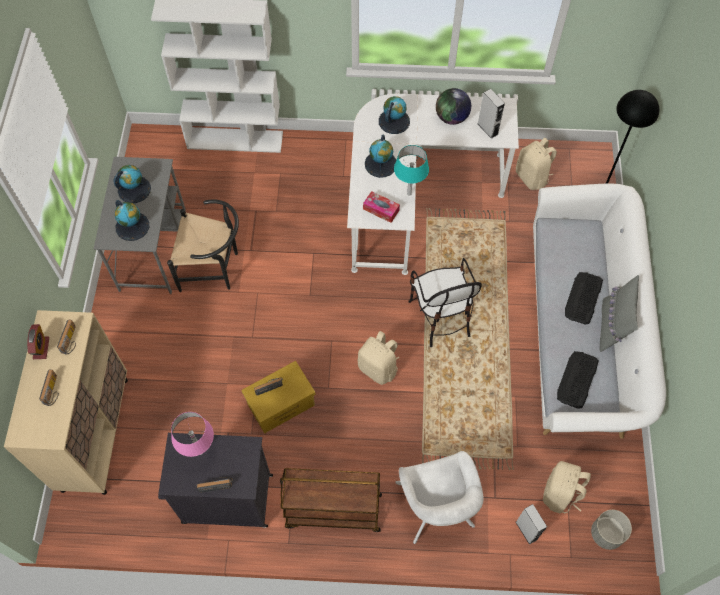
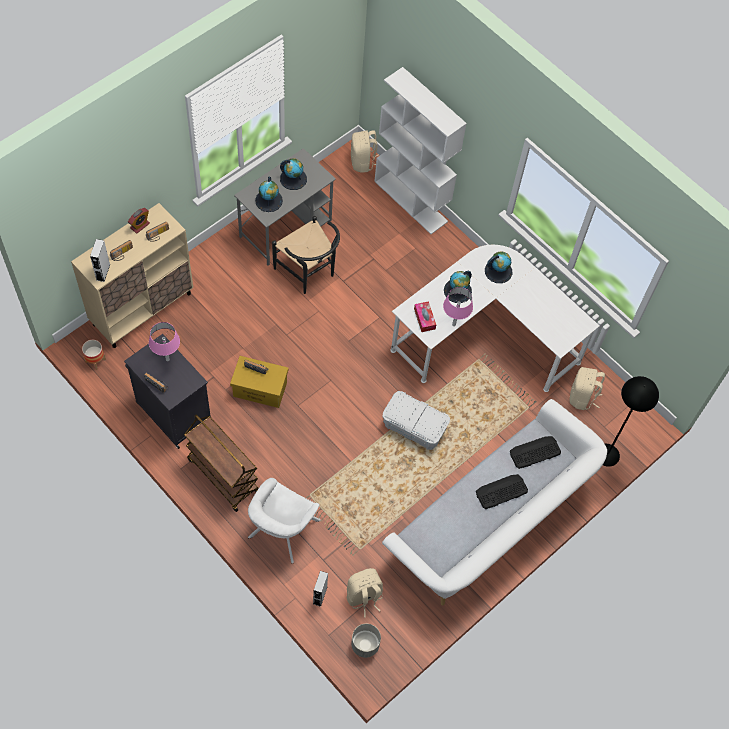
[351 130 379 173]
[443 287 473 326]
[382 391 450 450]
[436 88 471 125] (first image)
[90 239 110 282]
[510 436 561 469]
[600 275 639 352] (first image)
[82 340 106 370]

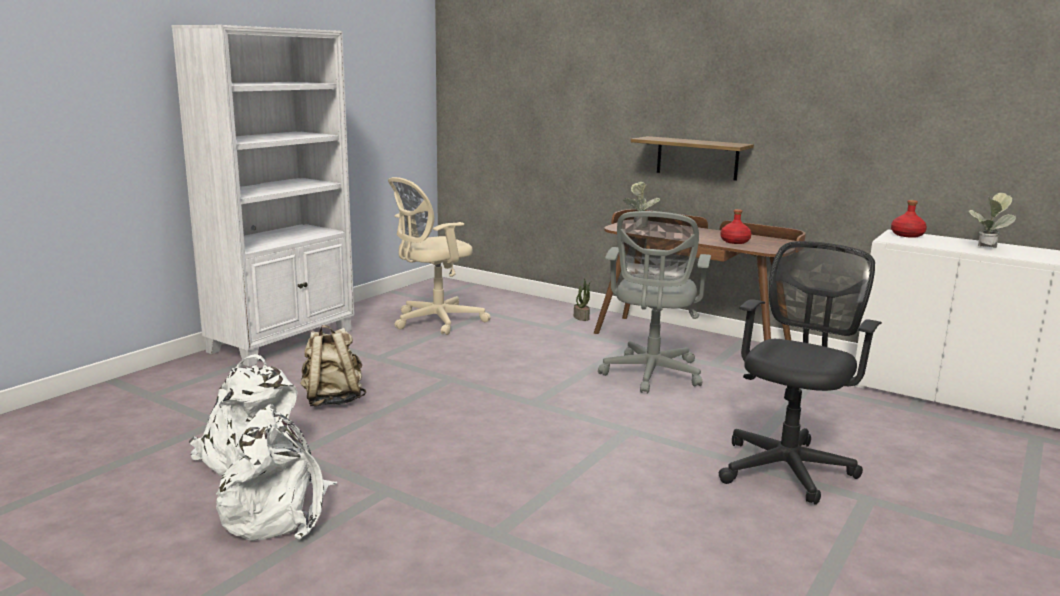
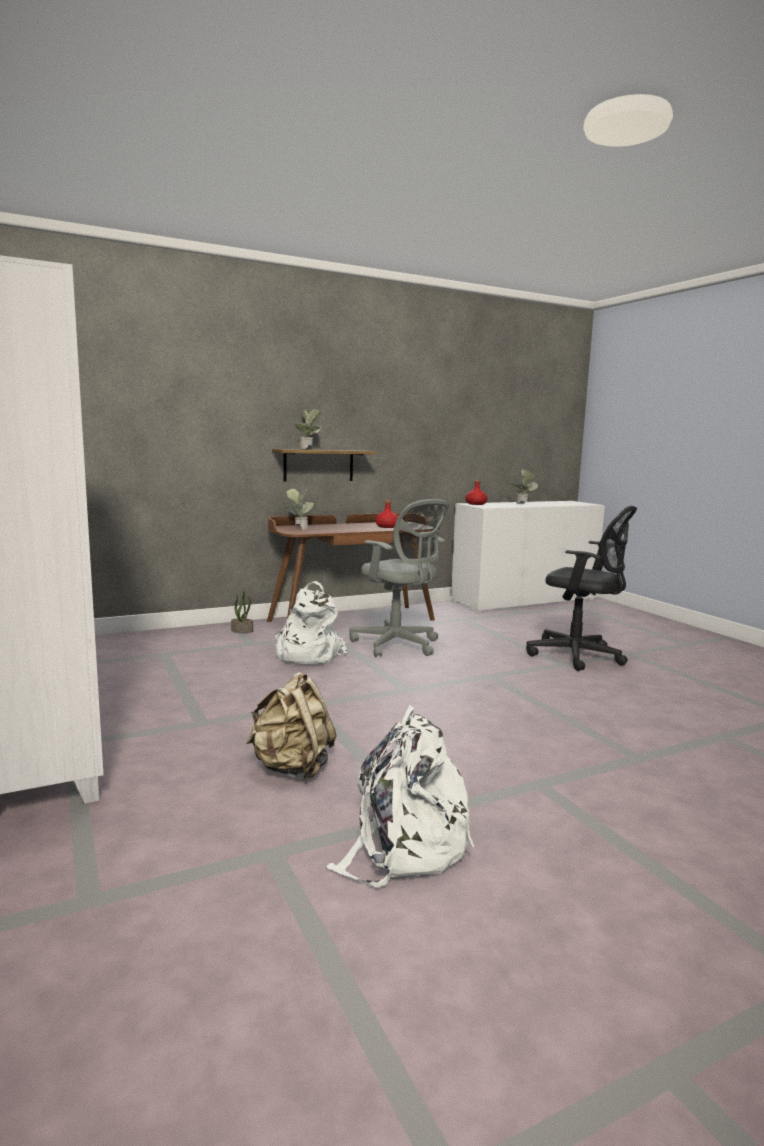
[274 581 347 665]
[388 177 491 335] (first image)
[526 506 637 671]
[295 408 321 449]

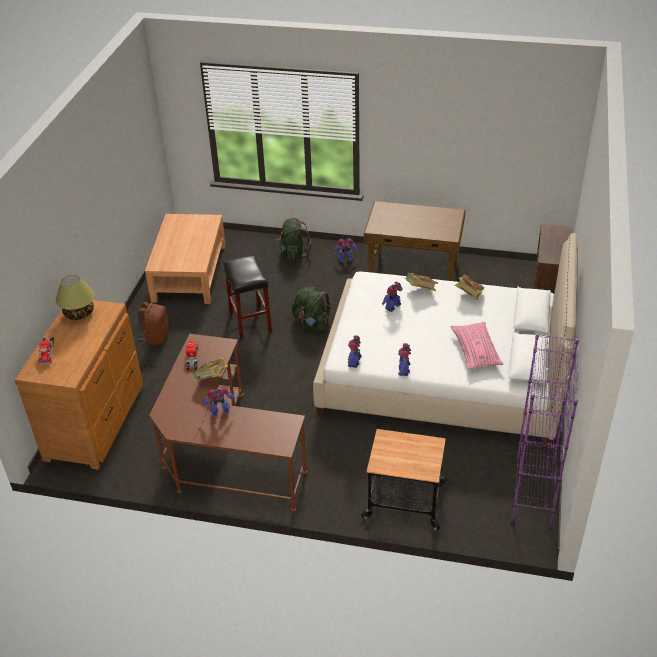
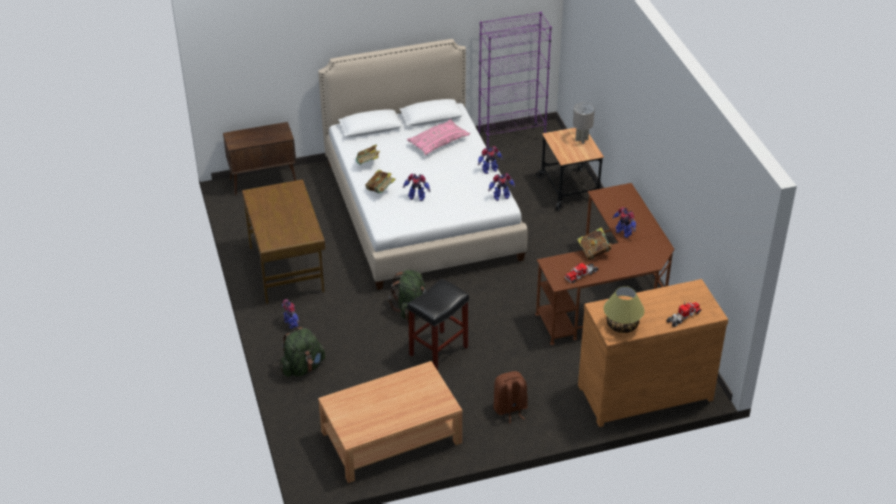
[573 103 595 144]

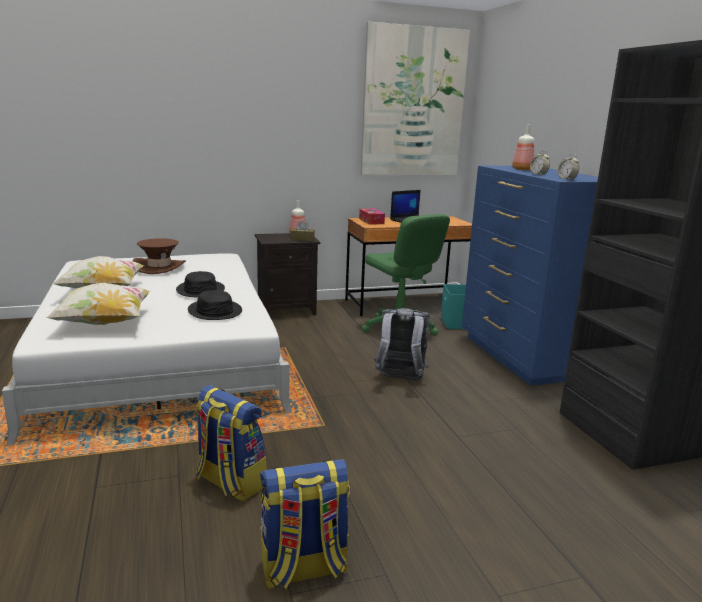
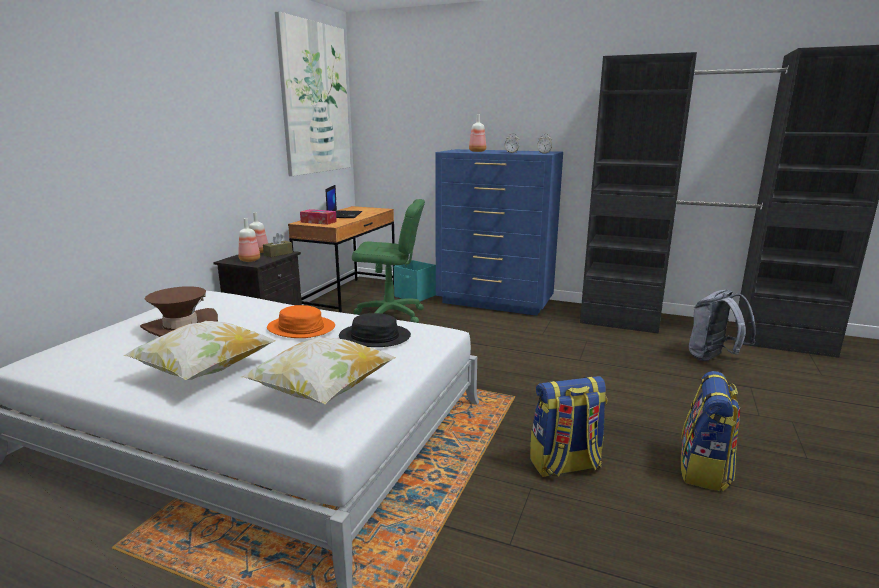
[267 305 335 338]
[689 290 756 361]
[238 218 260 262]

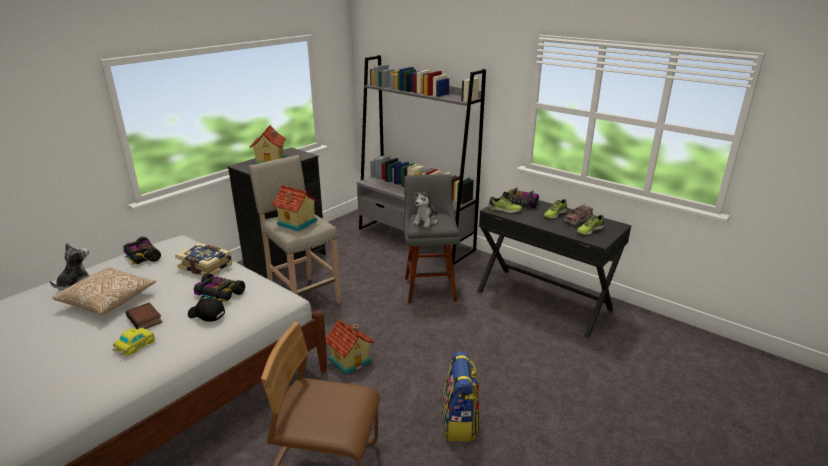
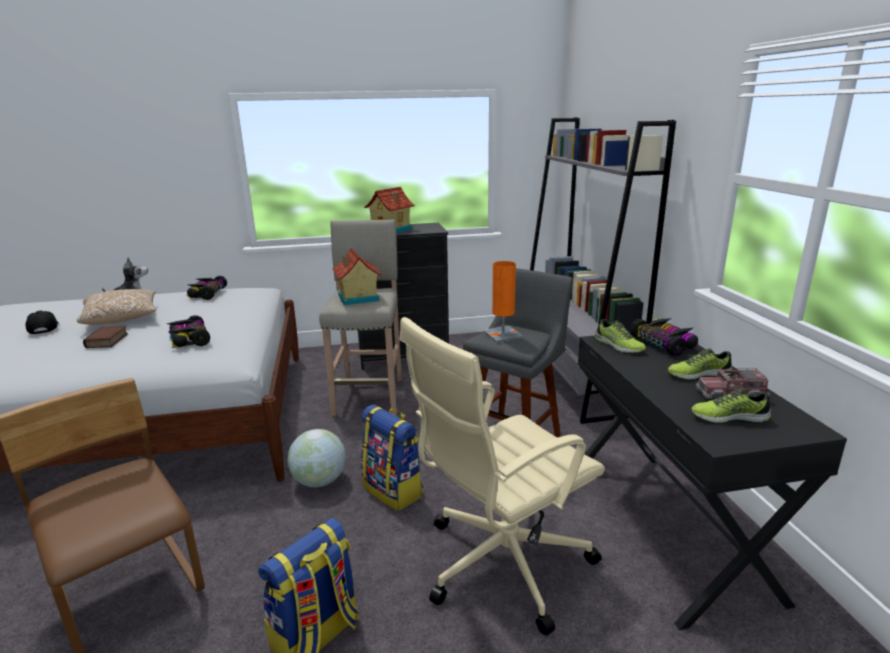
[112 328 156 357] (first image)
[175 243 233 276] (first image)
[26 311 59 334]
[288 429 346 487]
[484 261 523 342]
[361 405 423 511]
[399 317 605 636]

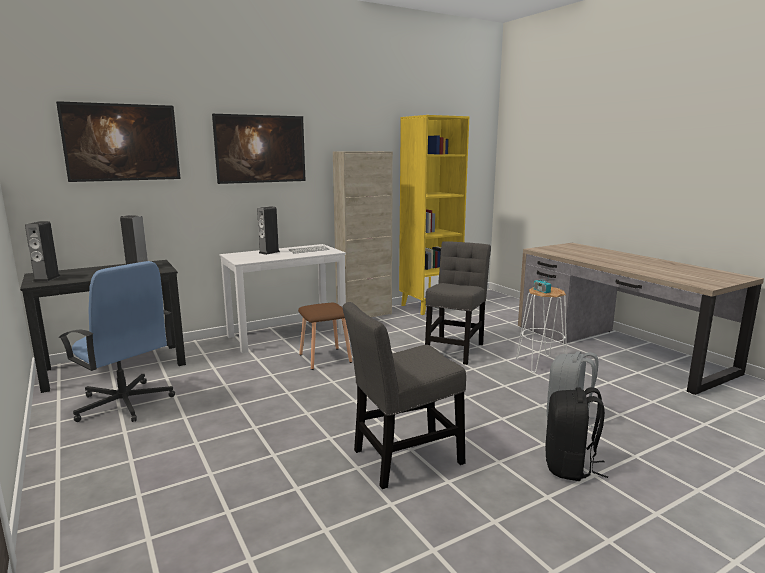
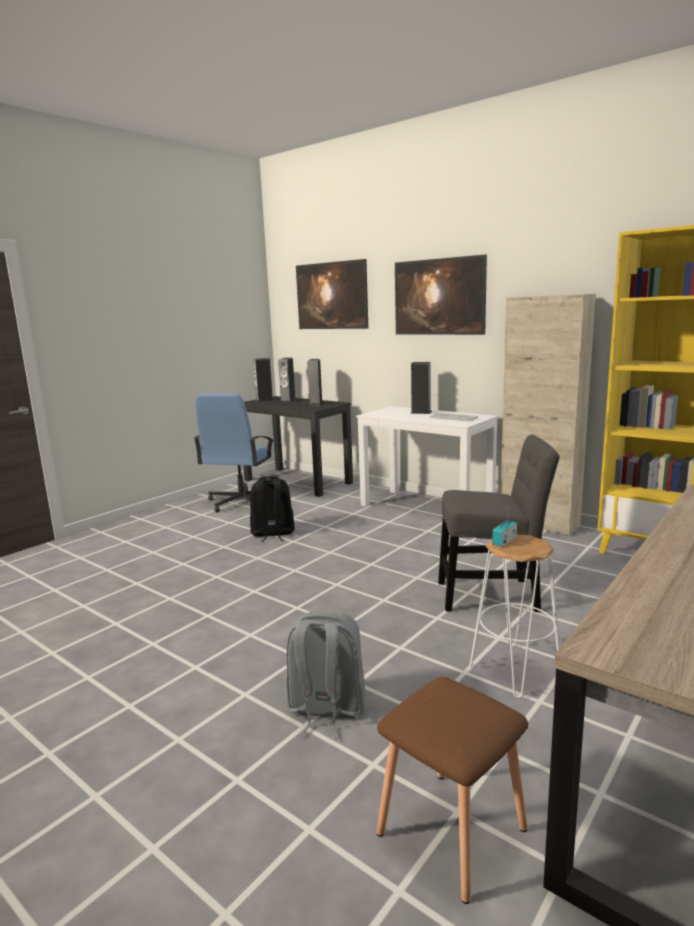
[377 677 528 904]
[343 302 466 489] (first image)
[250 476 295 542]
[278 358 296 403]

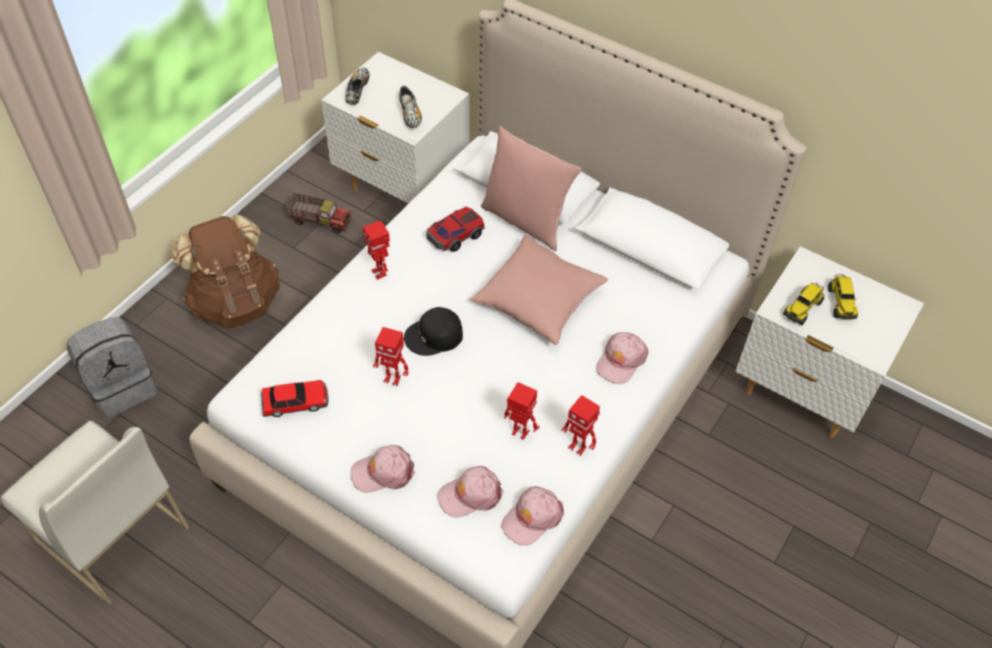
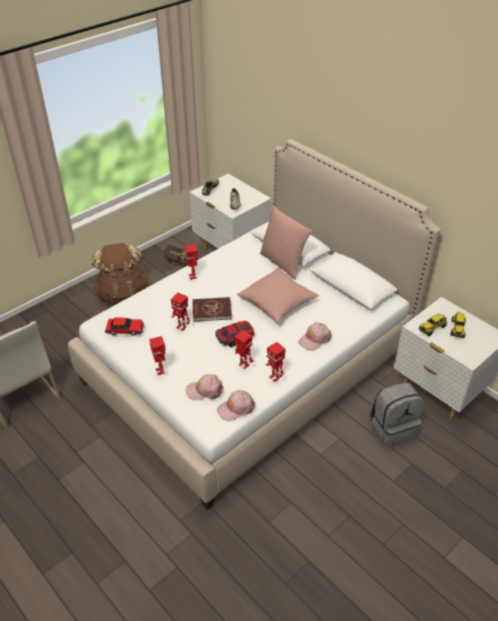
[370 382 424 447]
[149 336 166 375]
[192 297 232 322]
[215 320 254 347]

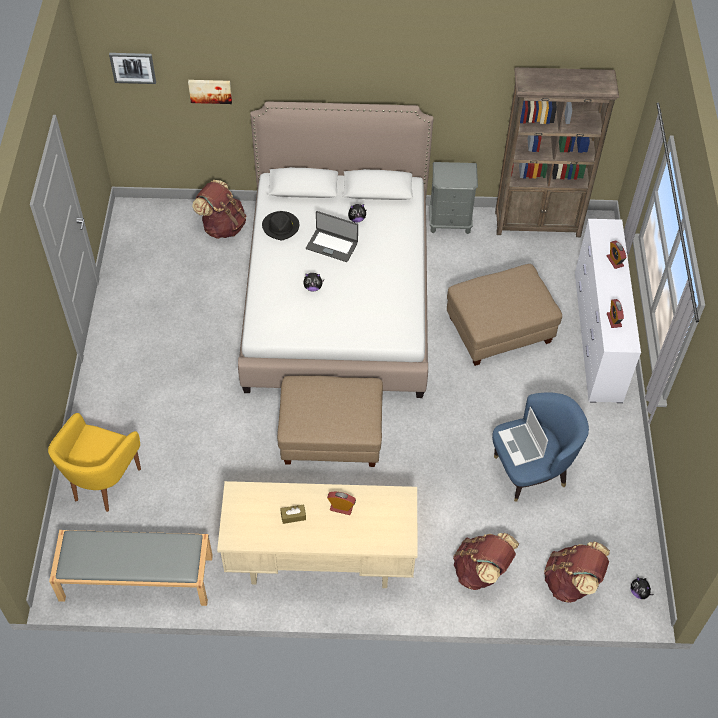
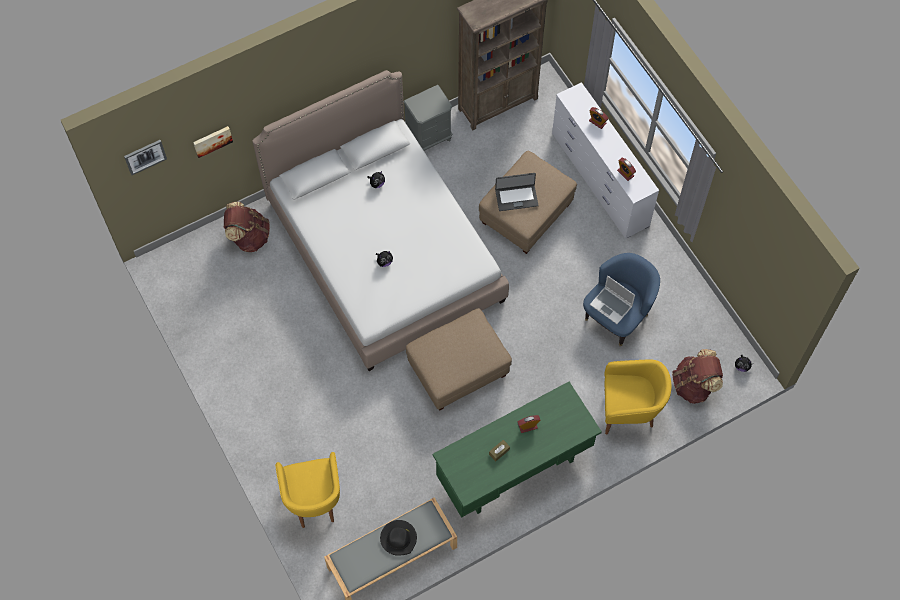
[433 382 602 518]
[380 520 417 556]
[495 173 539 211]
[604 359 672 434]

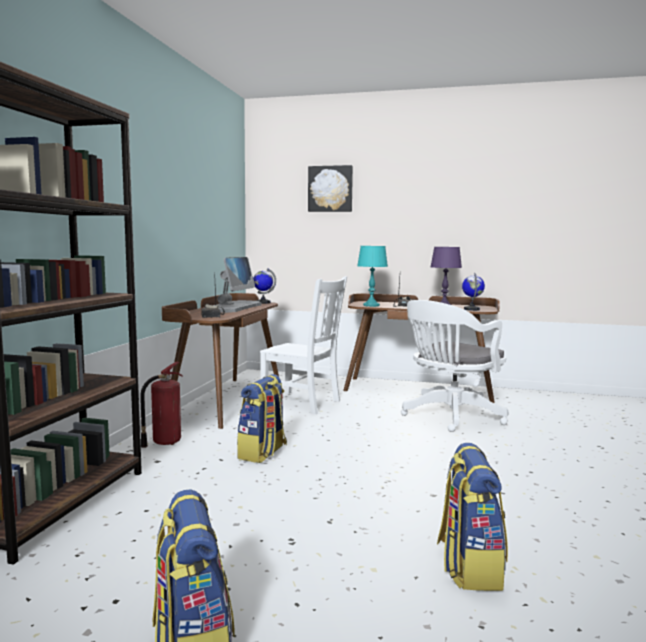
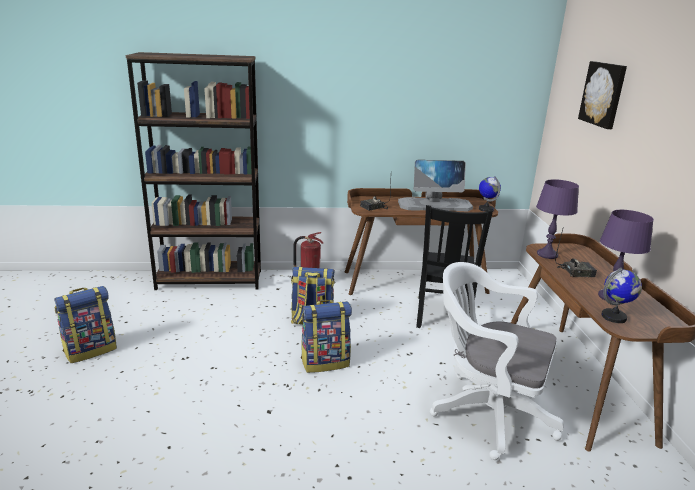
[416 205 493 328]
[536 179 579 259]
[301 300 352 373]

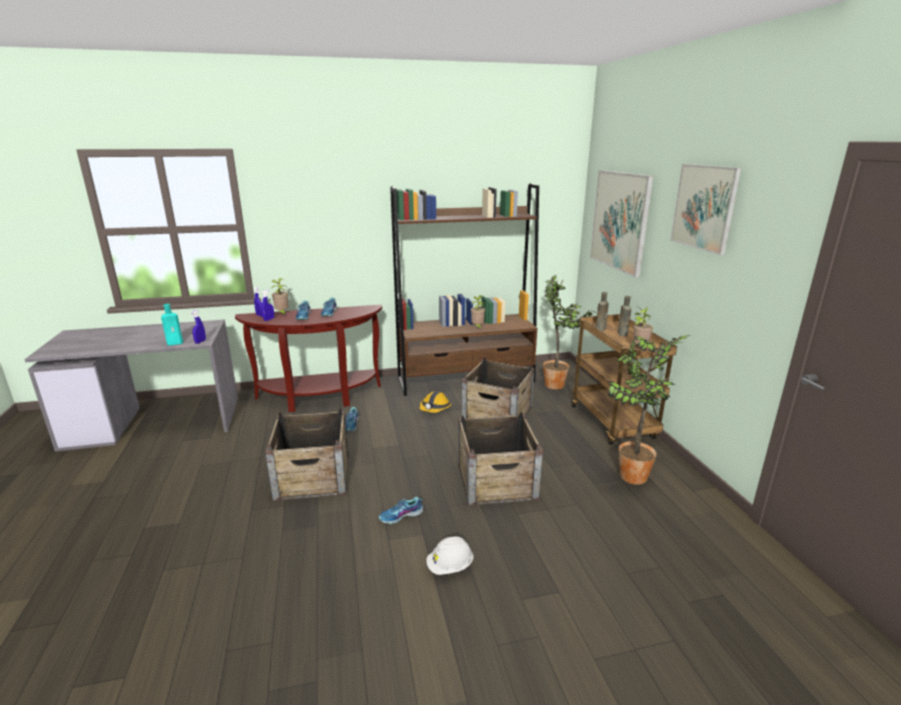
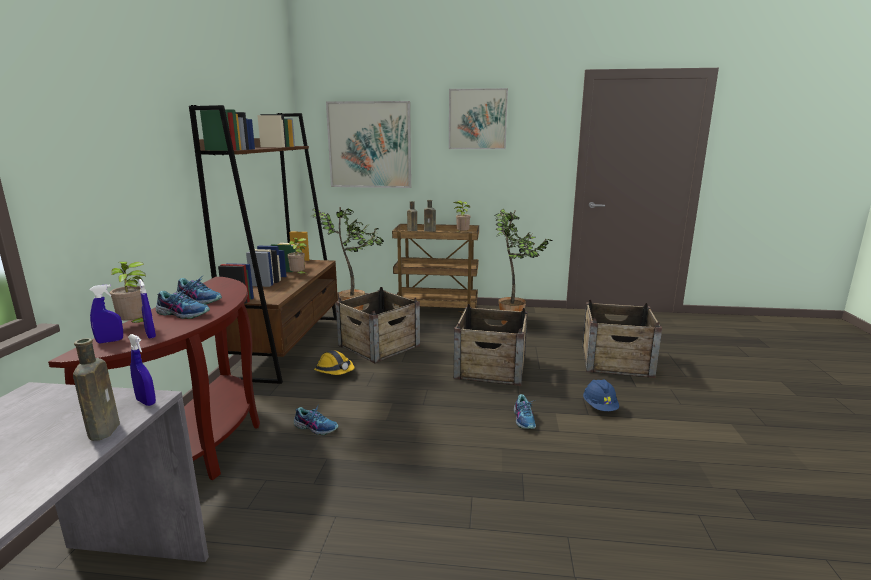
[73 338 120 441]
[582 299 662 378]
[583 379 619 411]

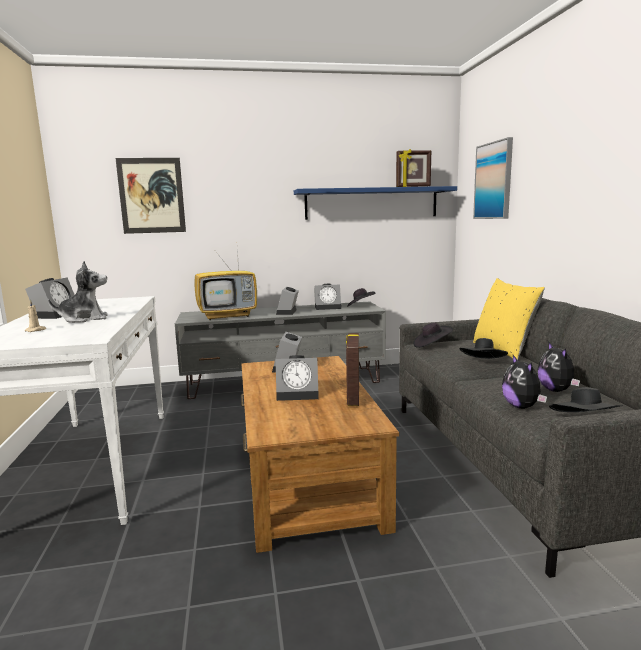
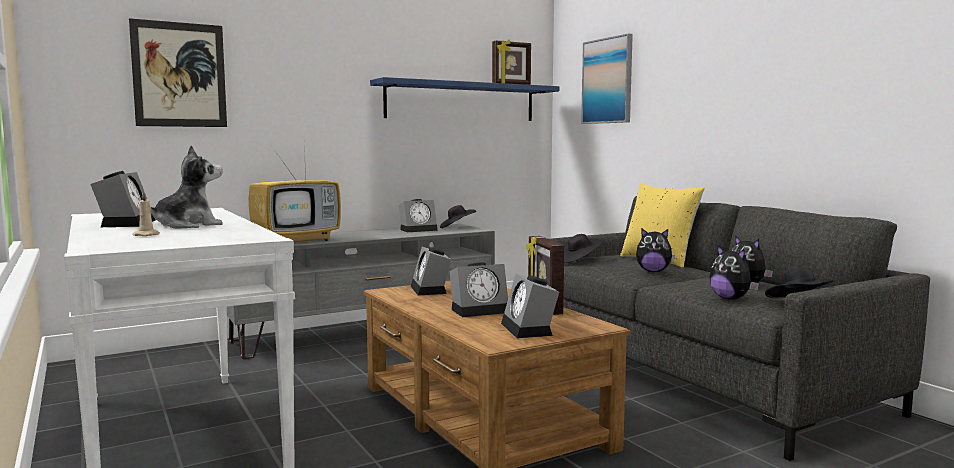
[501 274 559 338]
[636 228 675 272]

